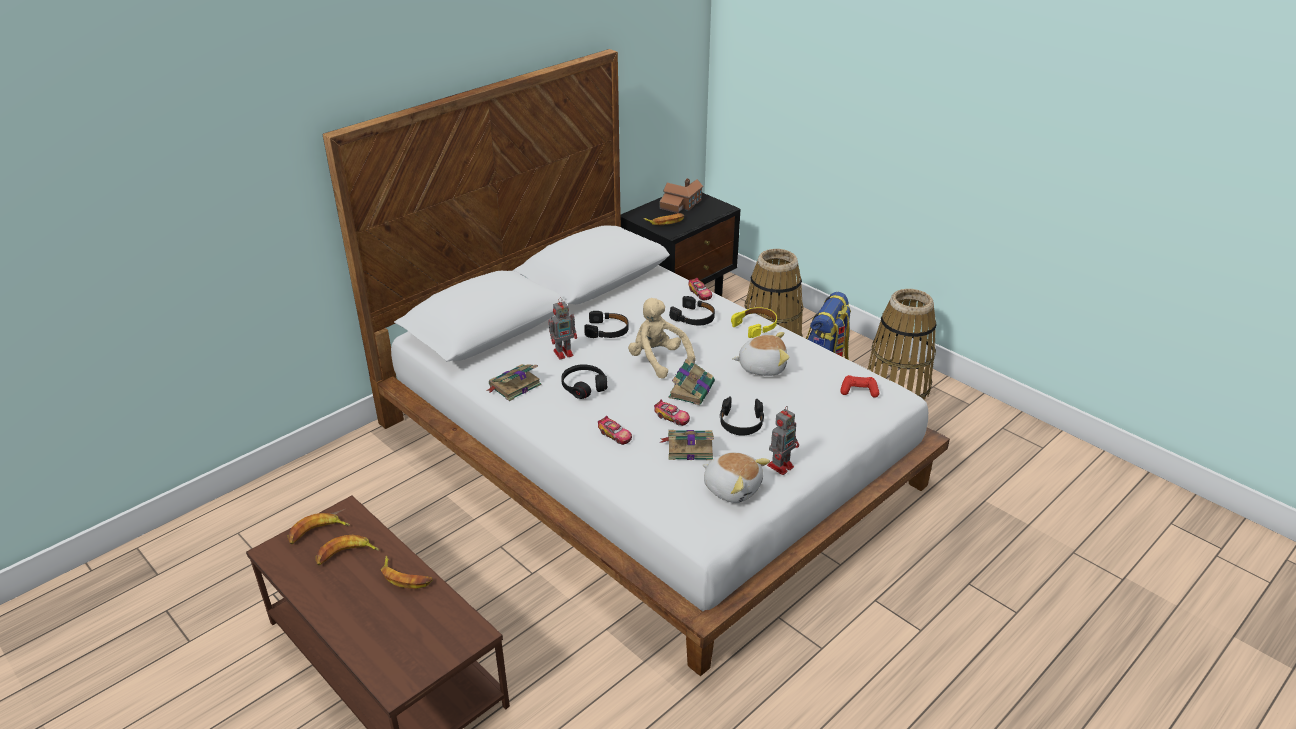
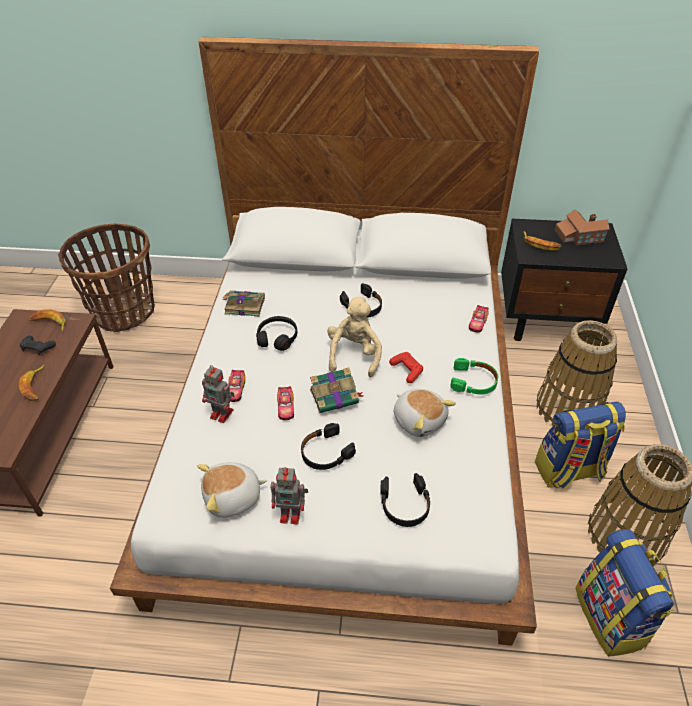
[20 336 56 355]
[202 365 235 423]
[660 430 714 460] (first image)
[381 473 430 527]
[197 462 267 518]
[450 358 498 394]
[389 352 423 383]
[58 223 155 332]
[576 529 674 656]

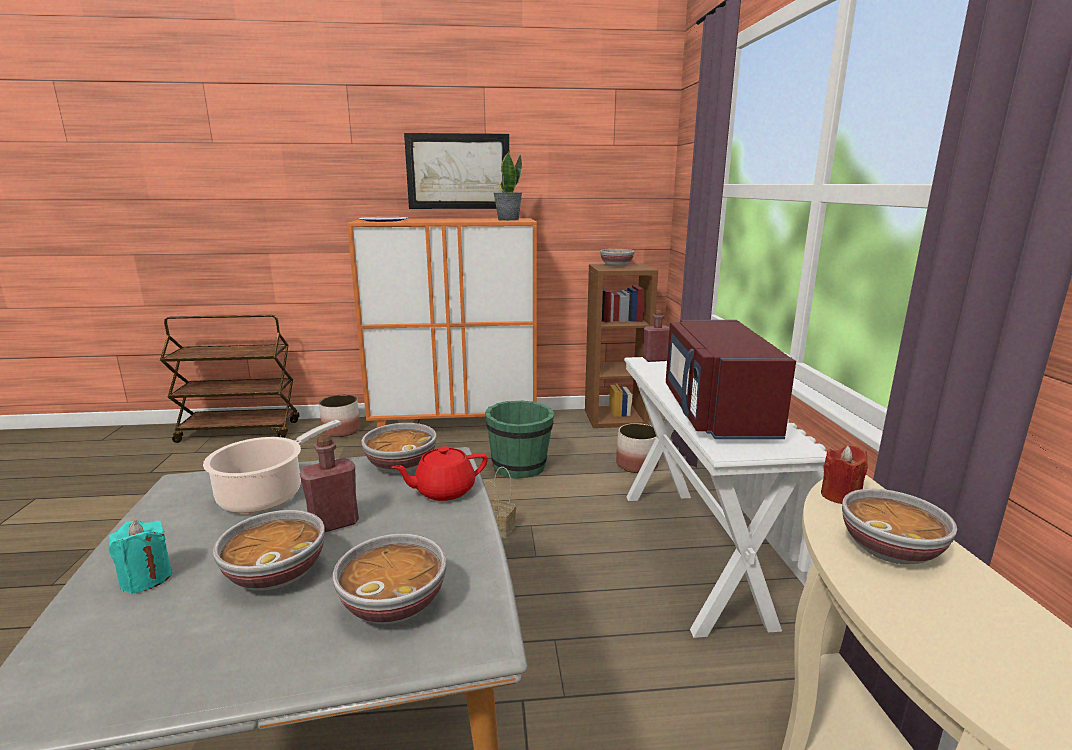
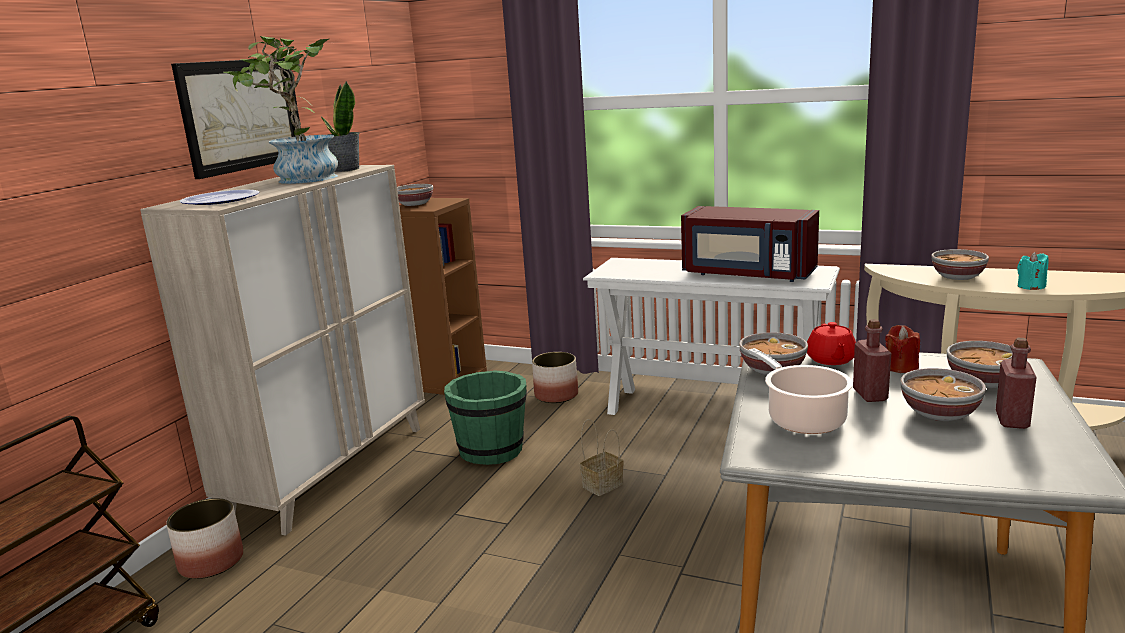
[1017 252 1049 290]
[140 165 425 536]
[996 338 1037 429]
[885 325 920 373]
[223 36 338 184]

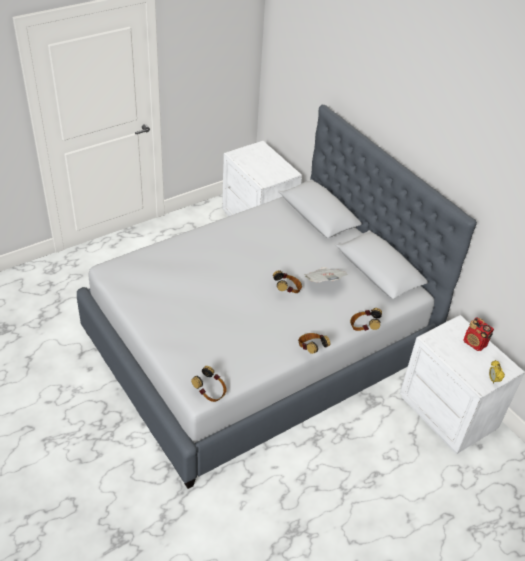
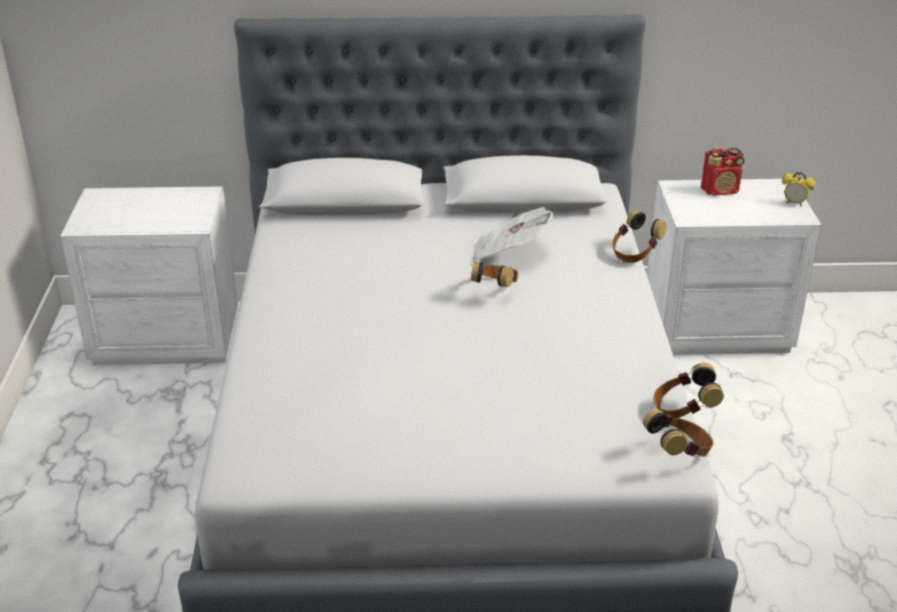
[653 363 724 418]

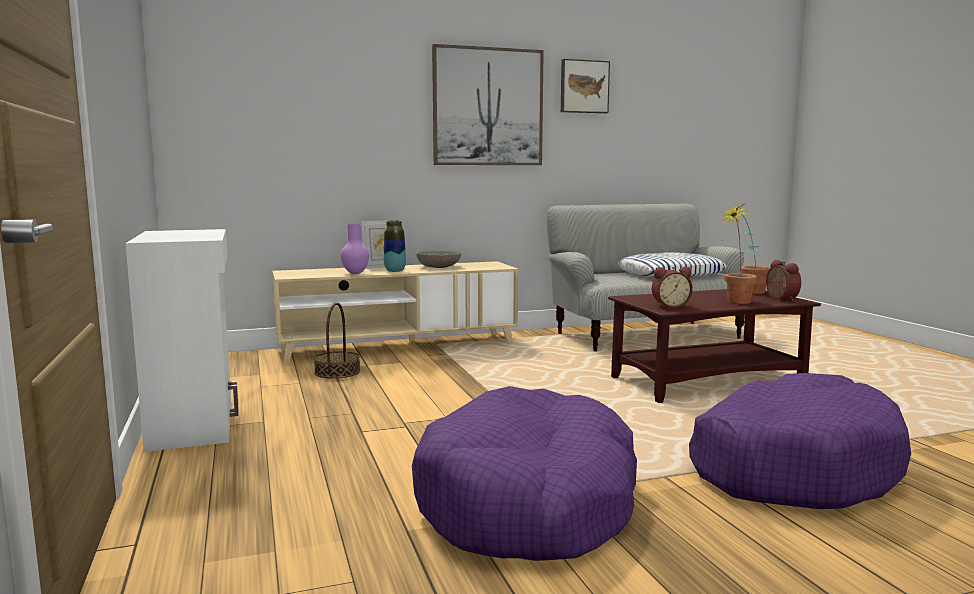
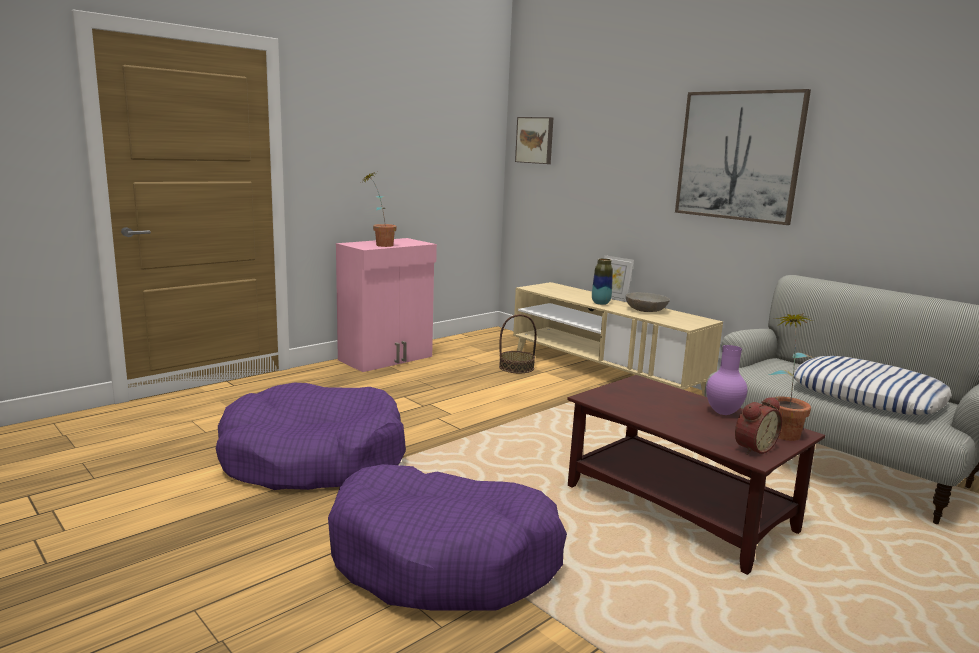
[336 238 437 372]
[706 345 748 415]
[515 117 553 164]
[652 267 693 308] (first image)
[363 172 397 247]

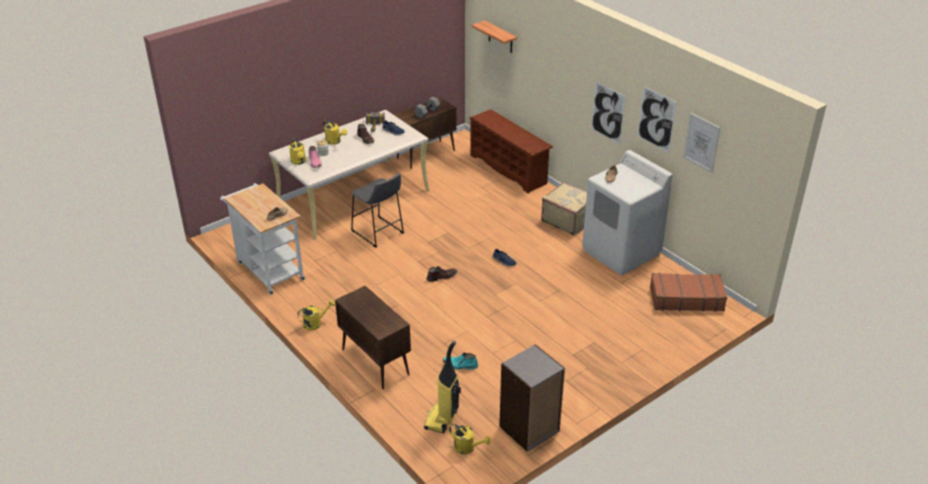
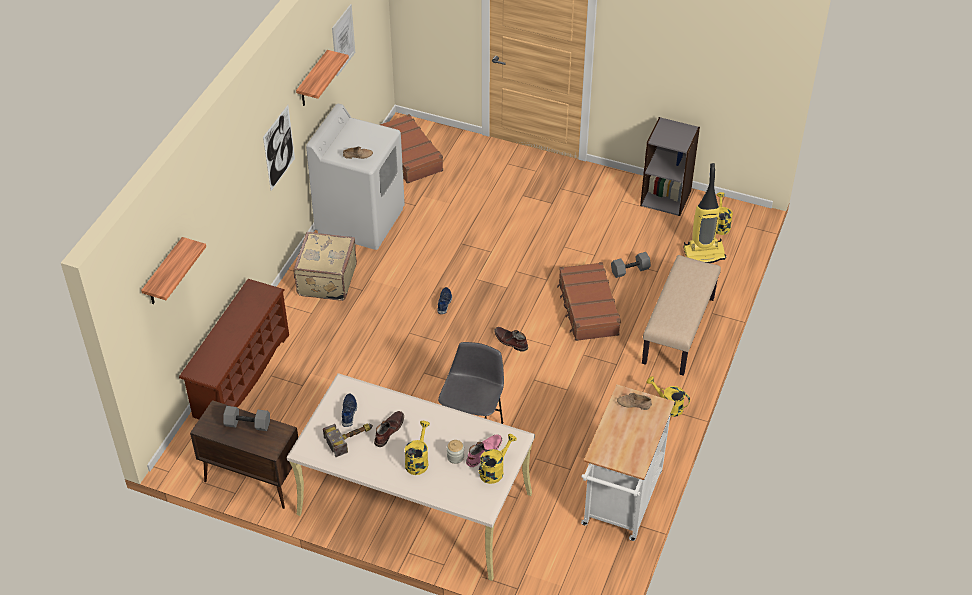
[642 255 721 376]
[611 252 651 278]
[296 50 349 106]
[557 262 621 341]

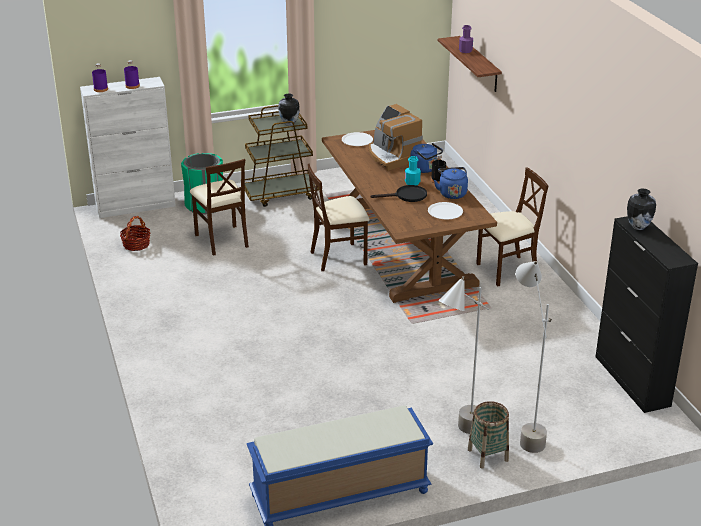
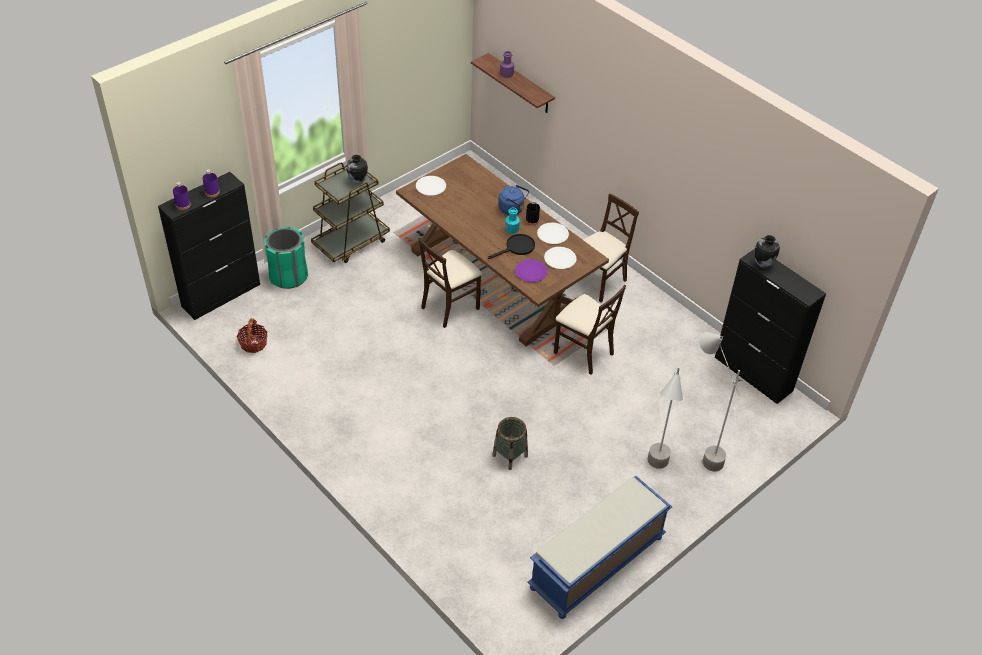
[158 172 260 320]
[554 285 626 375]
[369 104 423 171] (first image)
[537 223 569 244]
[492 417 528 470]
[515 259 548 282]

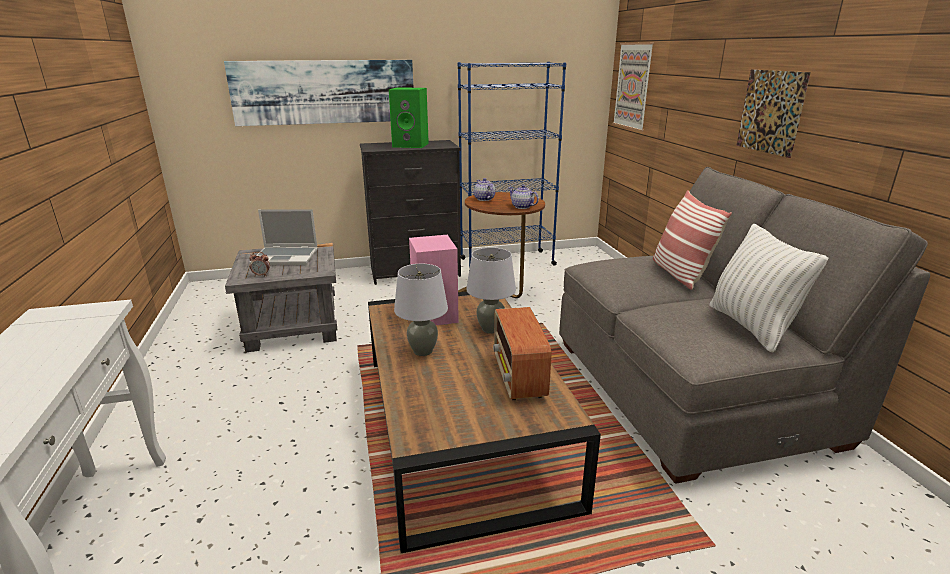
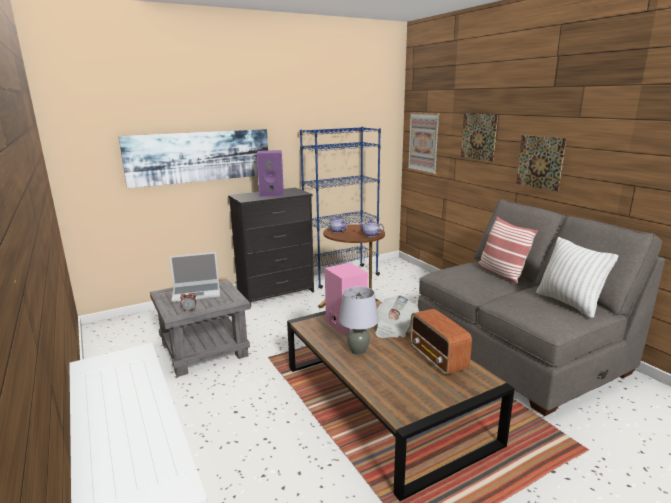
[257 150 284 197]
[375 295 419 338]
[461 113 498 162]

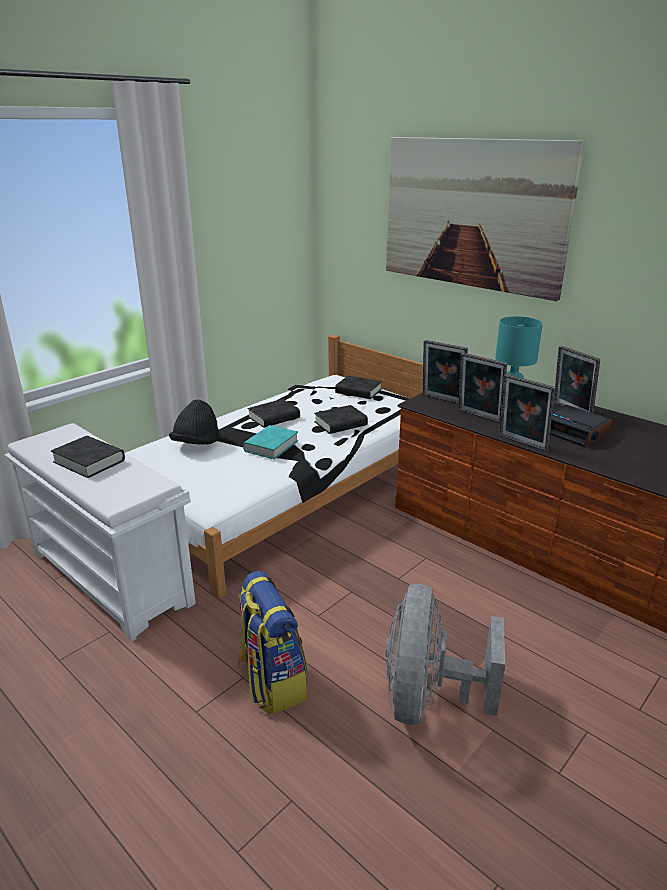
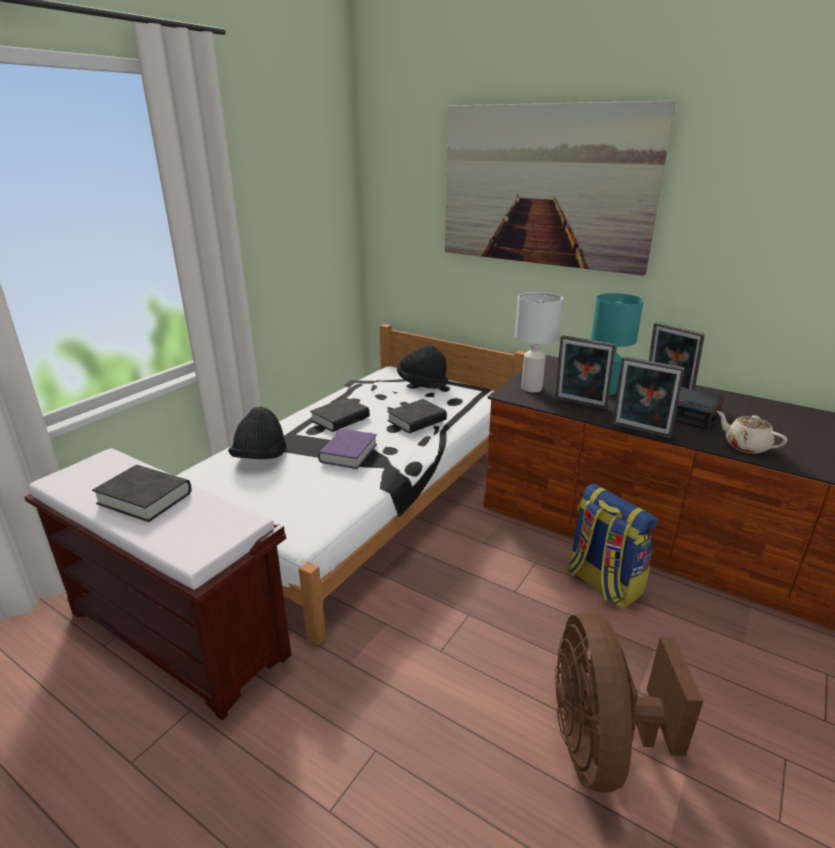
[24 448 291 720]
[568 483 657 609]
[318 429 377 469]
[397 345 448 389]
[555 613 704 793]
[515 291 563 392]
[717 411 787 454]

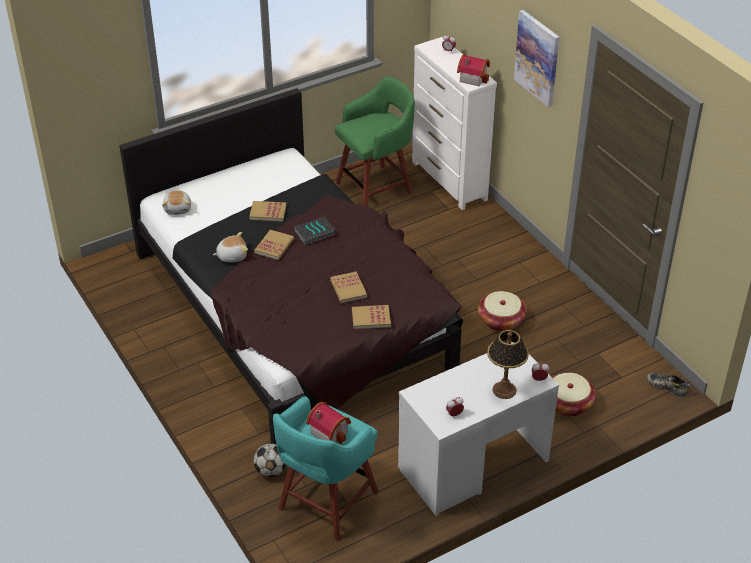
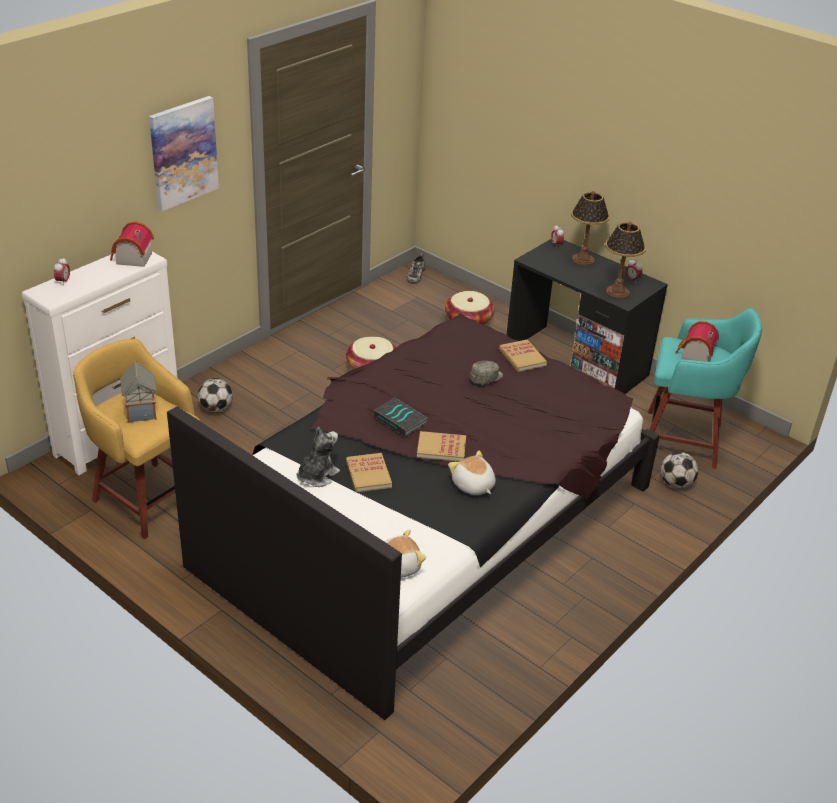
[470 361 503 385]
[73 339 200 539]
[506 239 668 394]
[120 360 157 423]
[198 378 233 413]
[296 427 340 487]
[605 222 646 298]

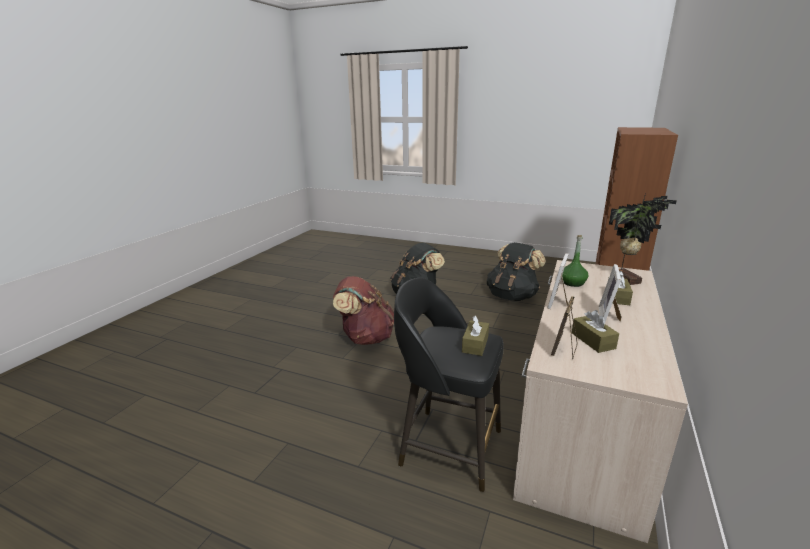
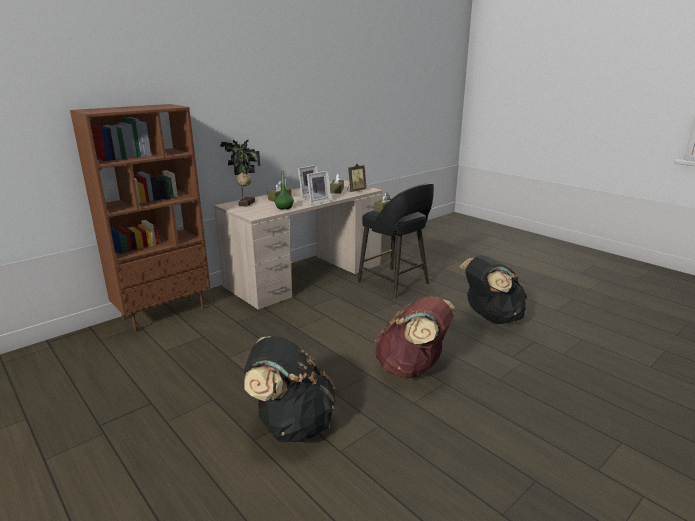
[460 255 527 324]

